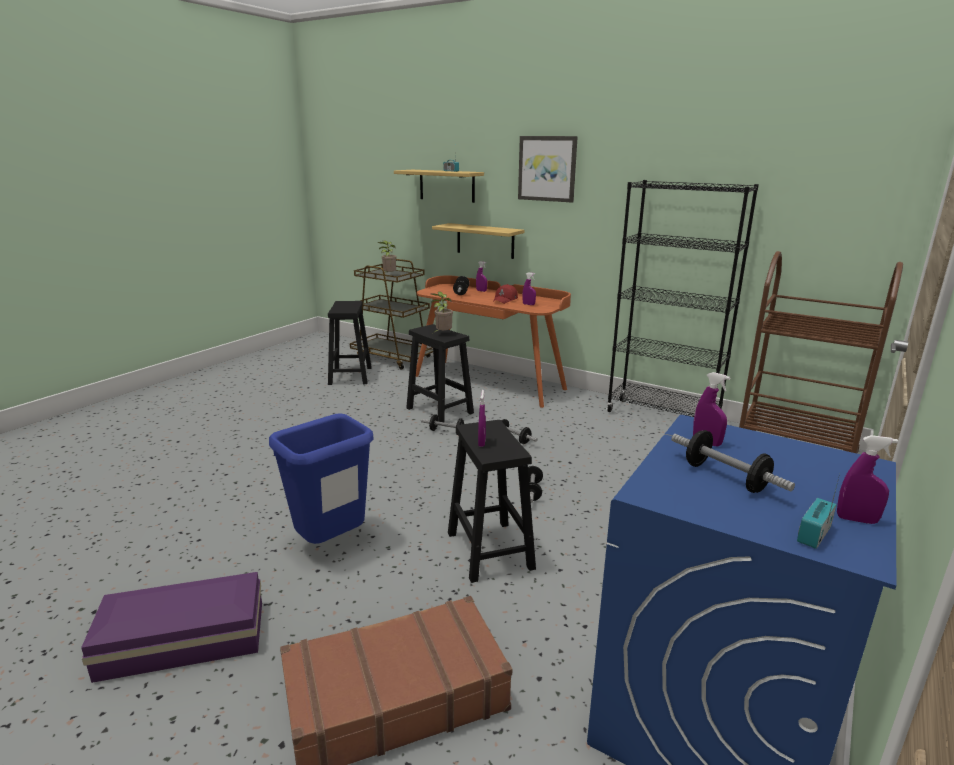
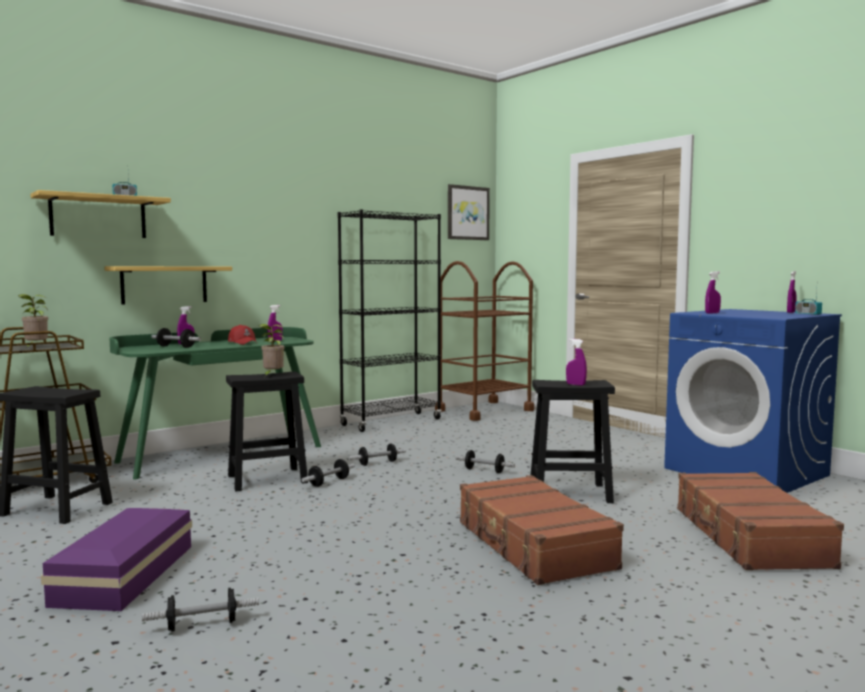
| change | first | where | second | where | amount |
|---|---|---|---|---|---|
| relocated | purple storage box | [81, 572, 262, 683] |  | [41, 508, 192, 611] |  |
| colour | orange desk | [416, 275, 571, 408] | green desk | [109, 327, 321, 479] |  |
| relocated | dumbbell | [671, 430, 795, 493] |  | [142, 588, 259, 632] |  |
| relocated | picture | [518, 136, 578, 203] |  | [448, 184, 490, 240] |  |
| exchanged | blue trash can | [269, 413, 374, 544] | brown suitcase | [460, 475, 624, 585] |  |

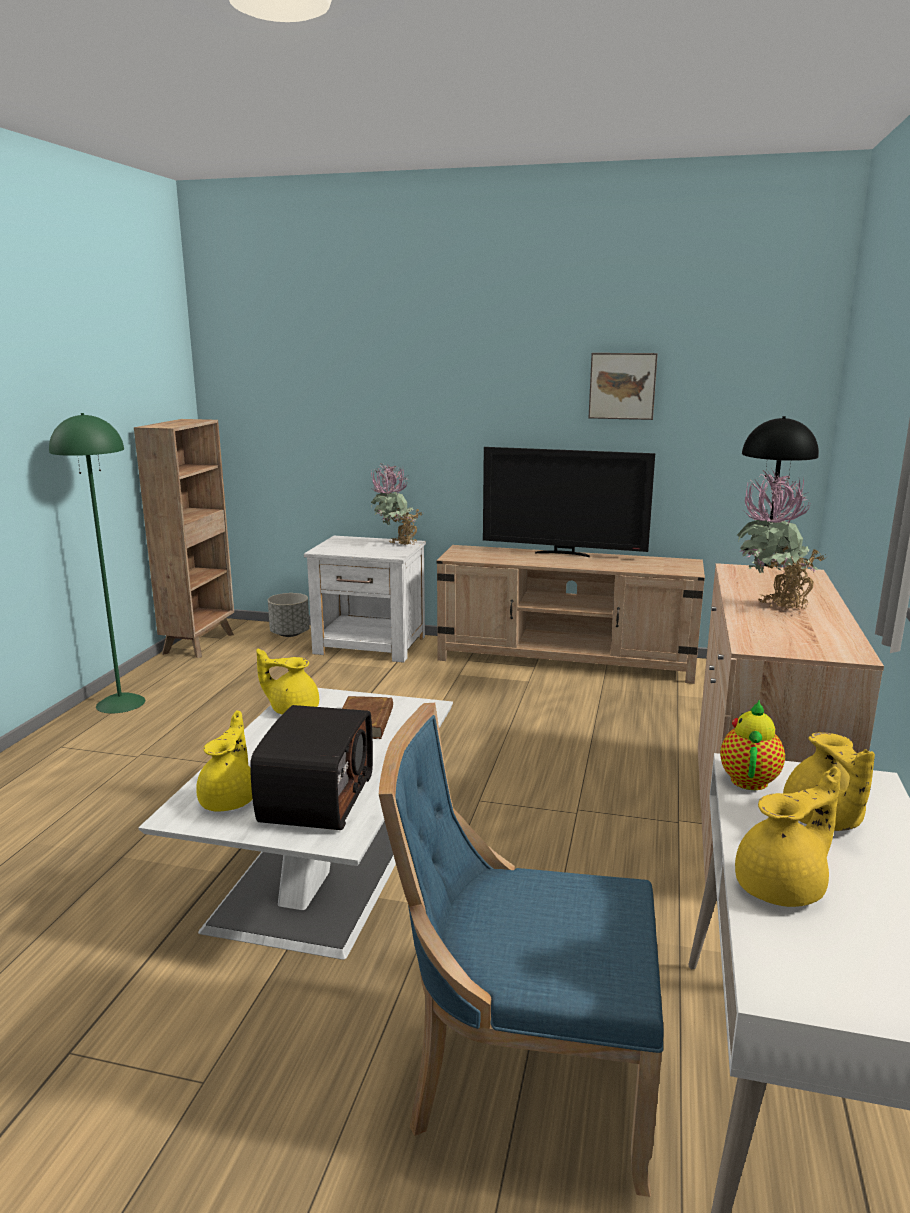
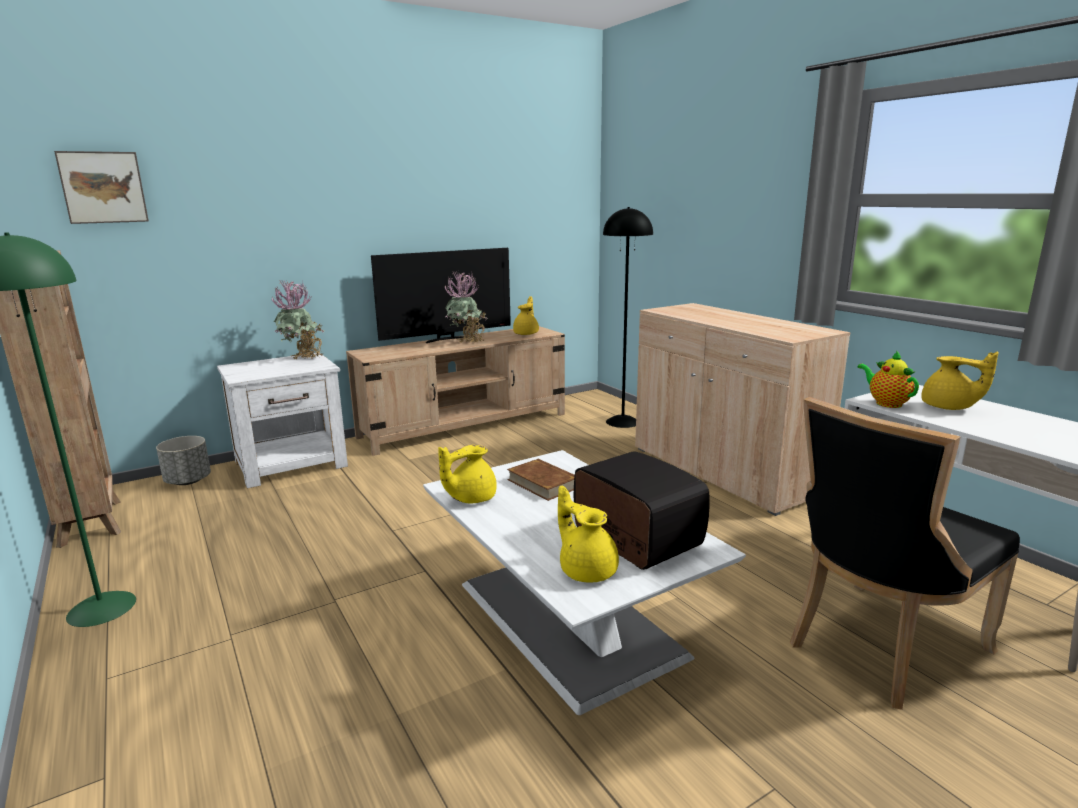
| change | first | where | second | where | amount |
|---|---|---|---|---|---|
| relocated | picture | [589, 353, 658, 420] |  | [54, 151, 149, 224] |  |
| relocated | potted plant | [737, 470, 826, 611] |  | [444, 271, 488, 343] |  |
| relocated | yellow teapot | [735, 766, 841, 907] |  | [513, 296, 539, 335] |  |
| colour | blue chair | [379, 703, 664, 1197] | black chair | [790, 397, 1020, 710] |  |

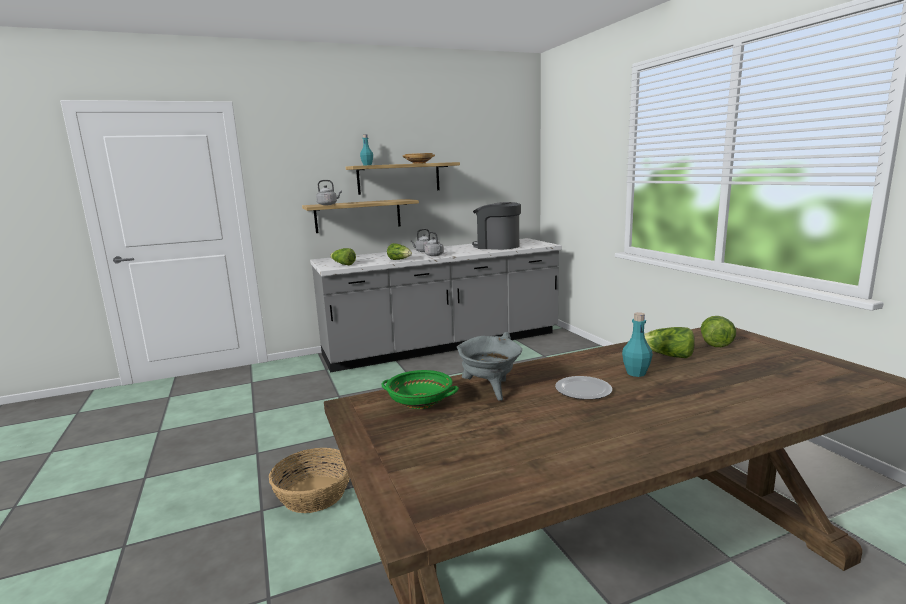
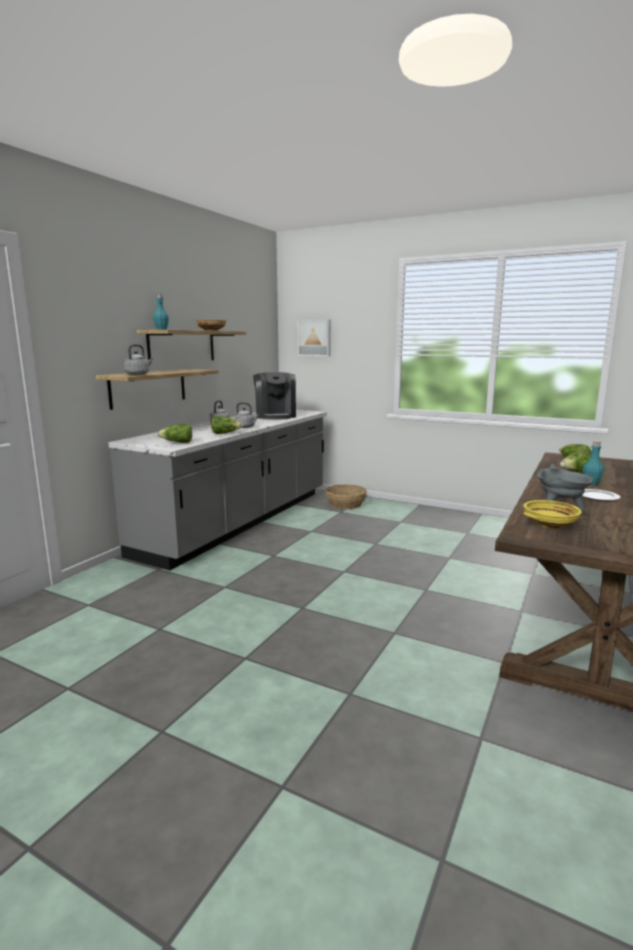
| change | first | where | second | where | amount |
|---|---|---|---|---|---|
| spun | coffee machine | [472, 202, 521, 250] |  | [253, 372, 296, 420] | 90 degrees counterclockwise |
| appeared |  |  | picture | [297, 319, 331, 356] |  |
| relocated | basket | [269, 448, 350, 513] |  | [325, 484, 367, 509] |  |
| colour | green bowl | [381, 370, 459, 409] | yellow bowl | [523, 500, 582, 529] |  |

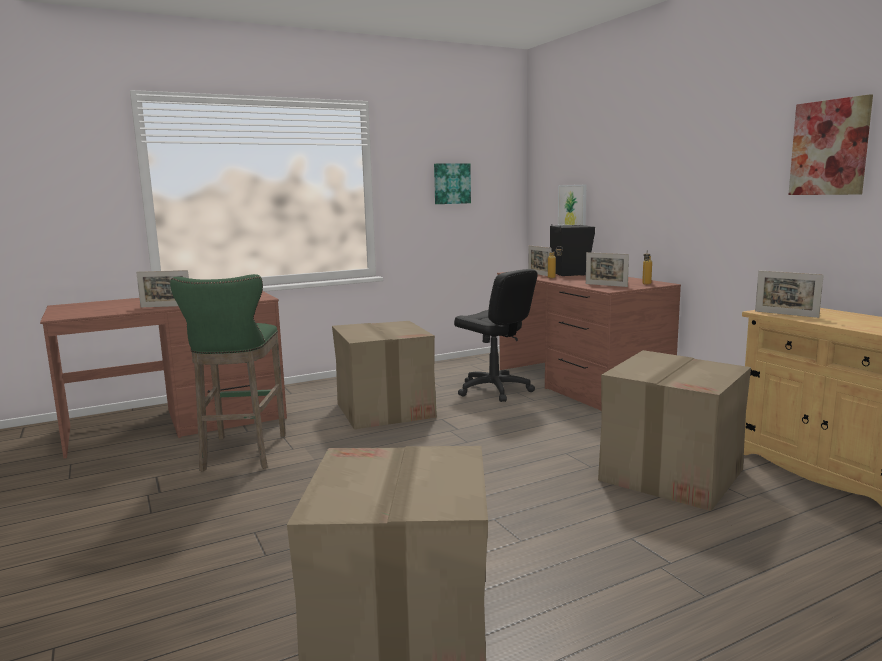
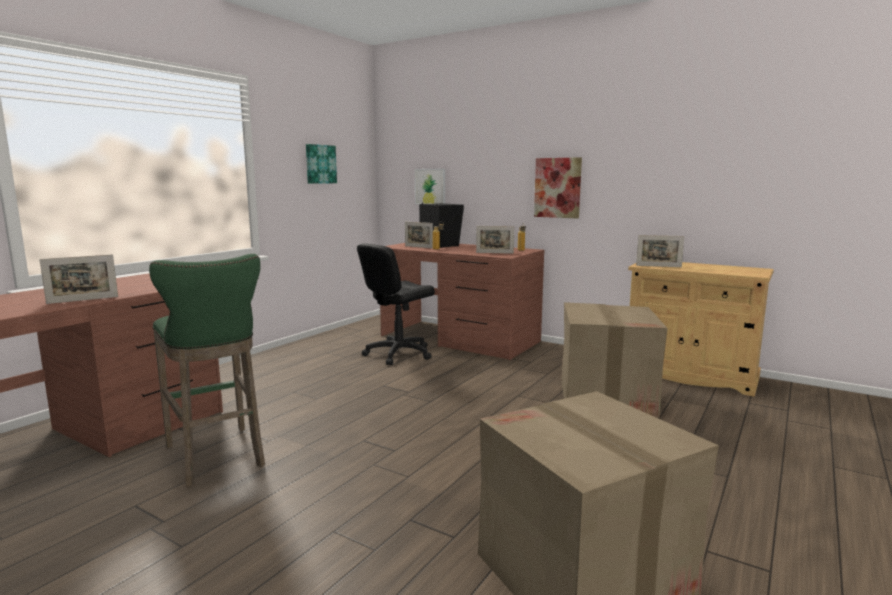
| change | first | where | second | where | amount |
|---|---|---|---|---|---|
| spun | black office chair | [454, 269, 538, 402] |  | [357, 243, 435, 365] | 120 degrees clockwise |
| relocated | picture | [788, 94, 873, 195] |  | [534, 157, 582, 218] |  |
| missing | cardboard box | [332, 321, 437, 429] |  |  |  |

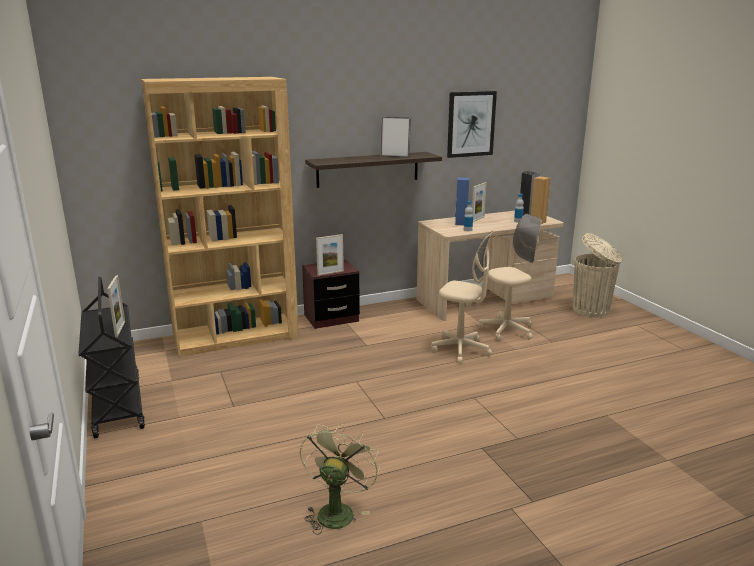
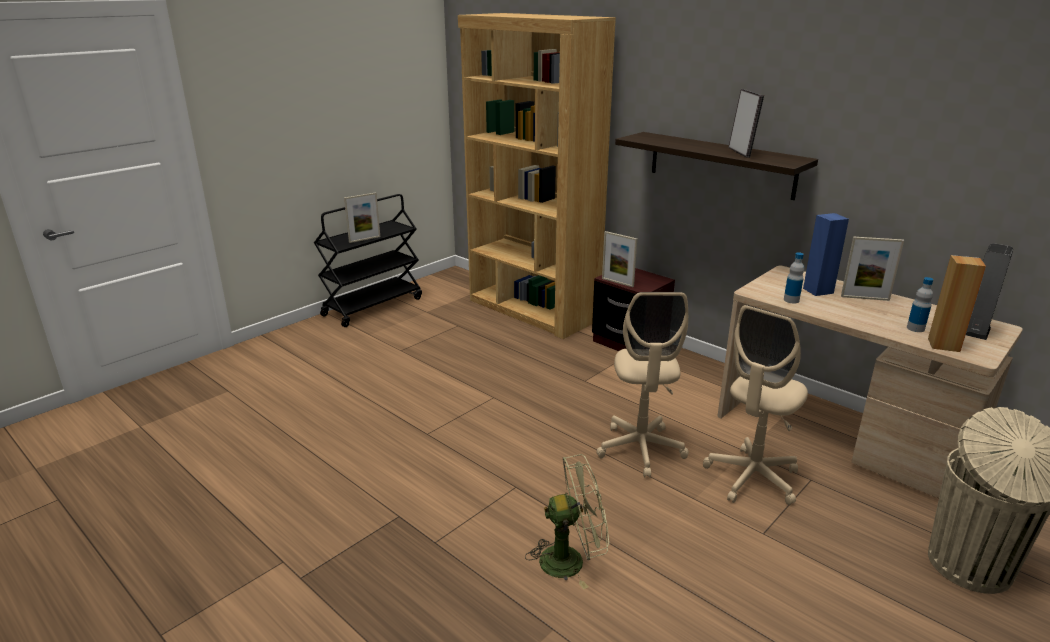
| change | first | where | second | where | amount |
|---|---|---|---|---|---|
| relocated | green fan | [300, 422, 380, 535] |  | [525, 454, 609, 589] |  |
| spun | beige office chair | [478, 214, 542, 341] |  | [703, 305, 808, 505] | 90 degrees clockwise |
| missing | picture | [447, 91, 497, 158] |  |  |  |

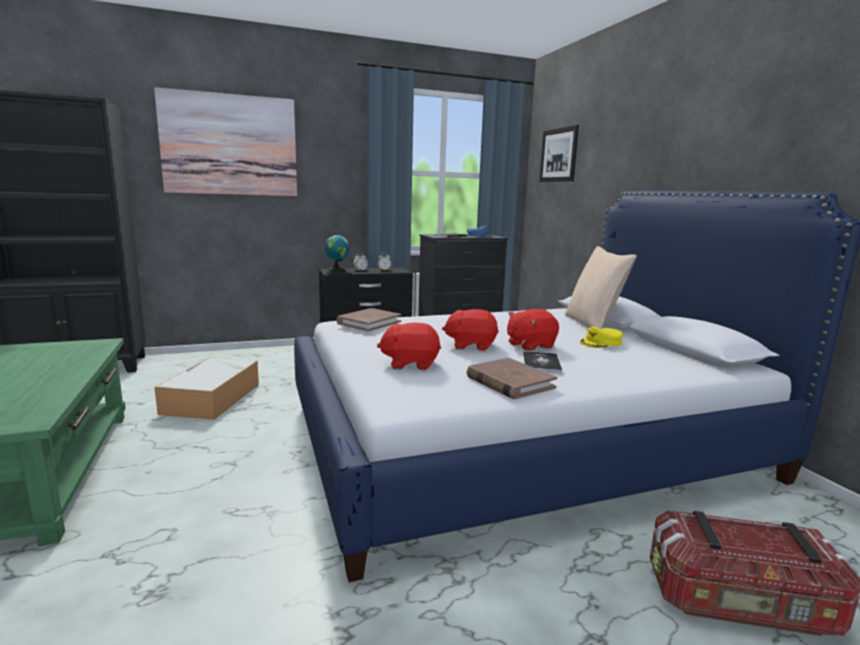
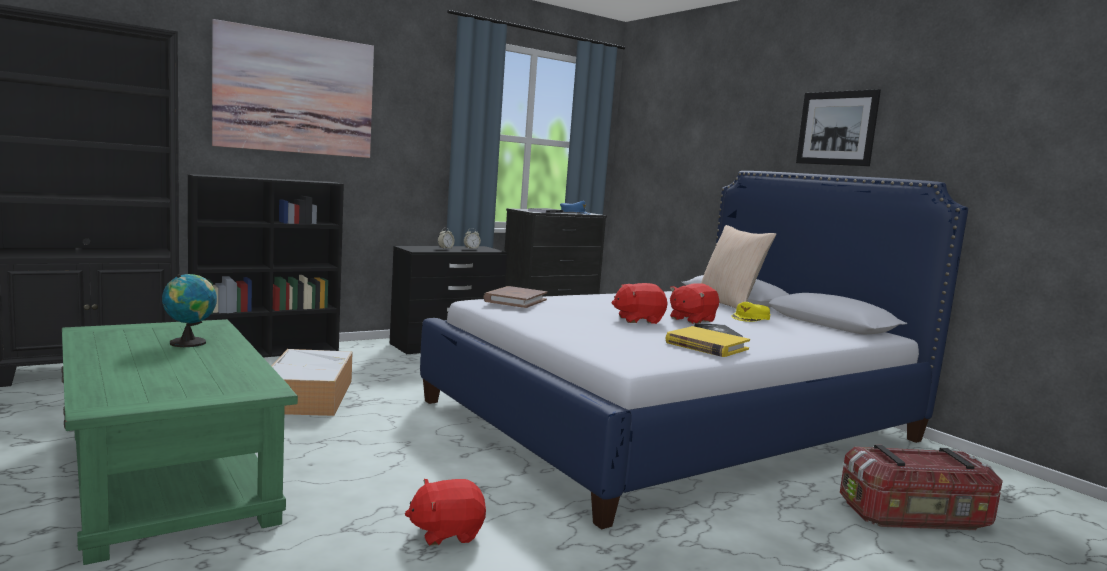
| change | first | where | second | where | amount |
|---|---|---|---|---|---|
| relocated | globe | [325, 235, 349, 272] |  | [162, 274, 217, 347] |  |
| appeared |  |  | black bookcase | [188, 174, 344, 357] |  |
| relocated | red plush toy | [377, 323, 441, 370] |  | [405, 479, 486, 546] |  |
| colour | brown book | [467, 358, 557, 399] | yellow book | [666, 326, 750, 357] |  |
| relocated | picture | [539, 125, 579, 182] |  | [796, 89, 881, 166] |  |

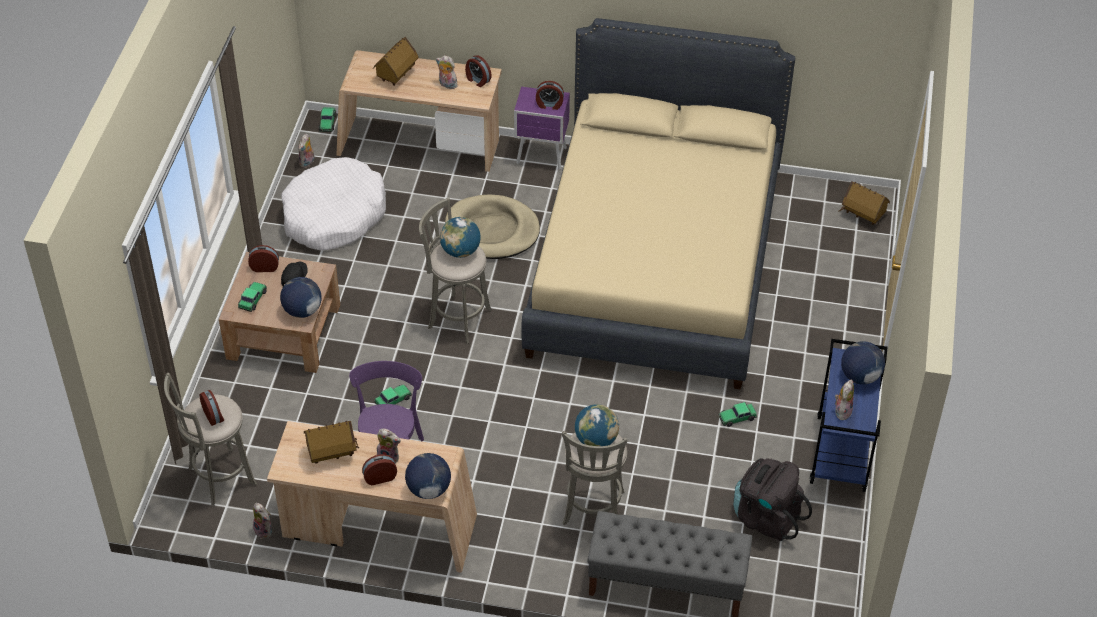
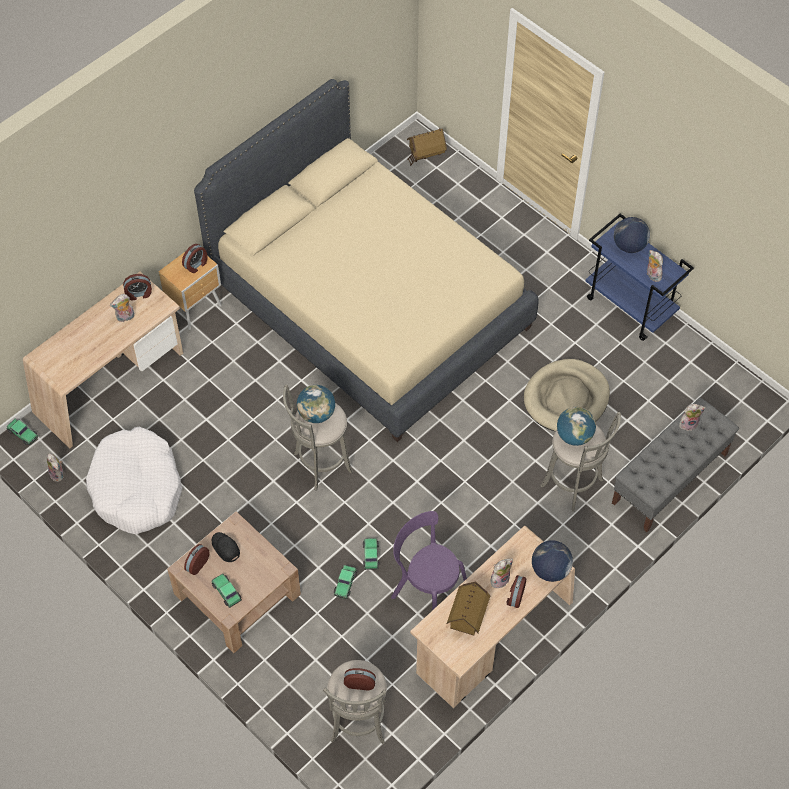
| change | first | where | second | where | amount |
|---|---|---|---|---|---|
| colour | purple nightstand | [514, 87, 570, 170] | brown nightstand | [158, 251, 222, 330] |  |
| relocated | toy car | [719, 402, 757, 427] |  | [333, 565, 357, 599] |  |
| relocated | beige dog bed | [445, 194, 540, 259] |  | [524, 359, 610, 431] |  |
| relocated | plush toy | [253, 503, 272, 539] |  | [679, 404, 706, 432] |  |
| missing | globe | [280, 277, 322, 318] |  |  |  |
| missing | toy house | [373, 37, 419, 86] |  |  |  |
| missing | black backpack | [733, 458, 812, 541] |  |  |  |

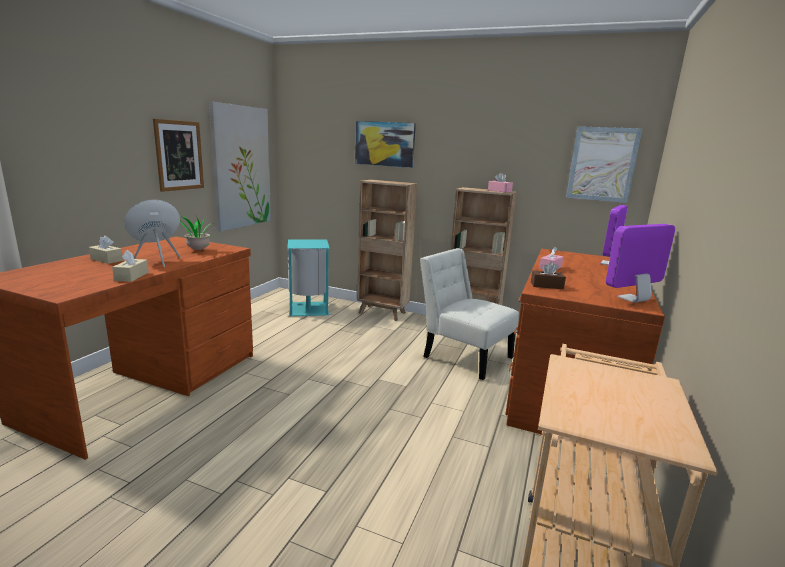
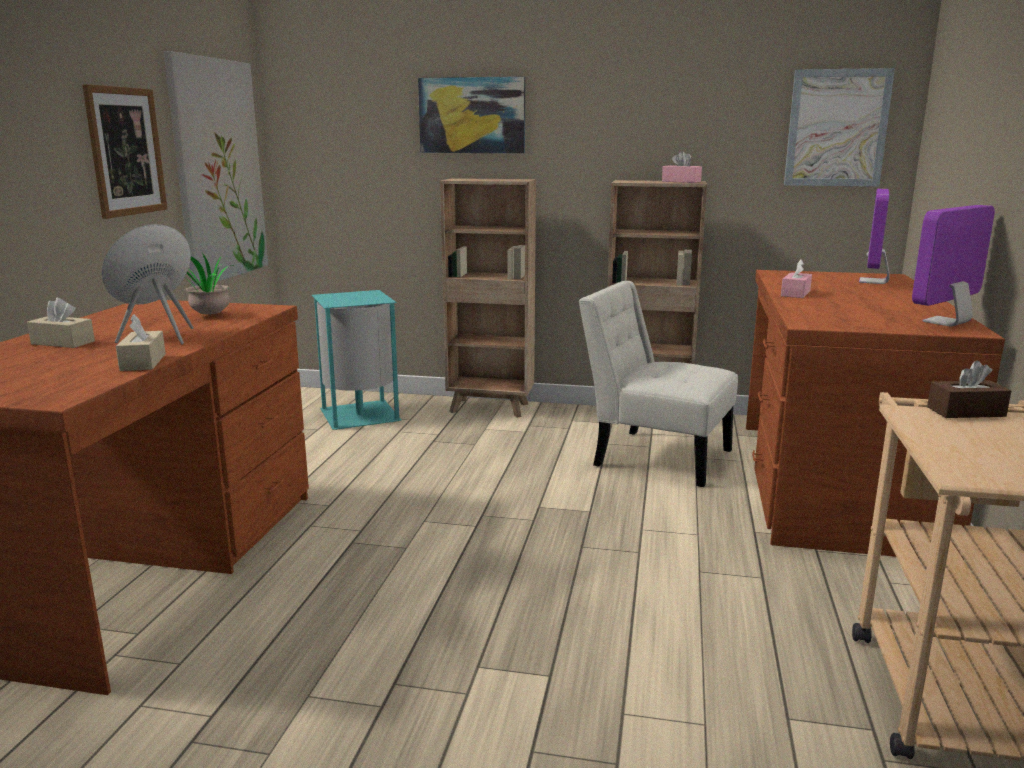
| change | first | where | second | where | amount |
|---|---|---|---|---|---|
| relocated | brown tissue box | [531, 262, 566, 289] |  | [927, 361, 1011, 418] |  |

